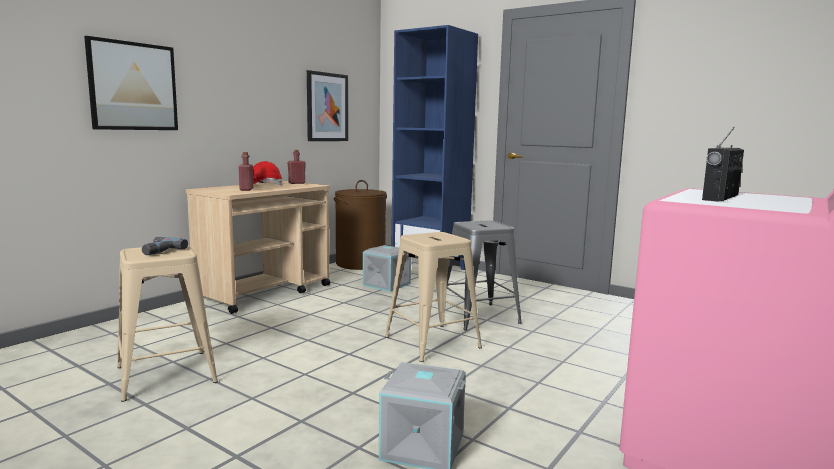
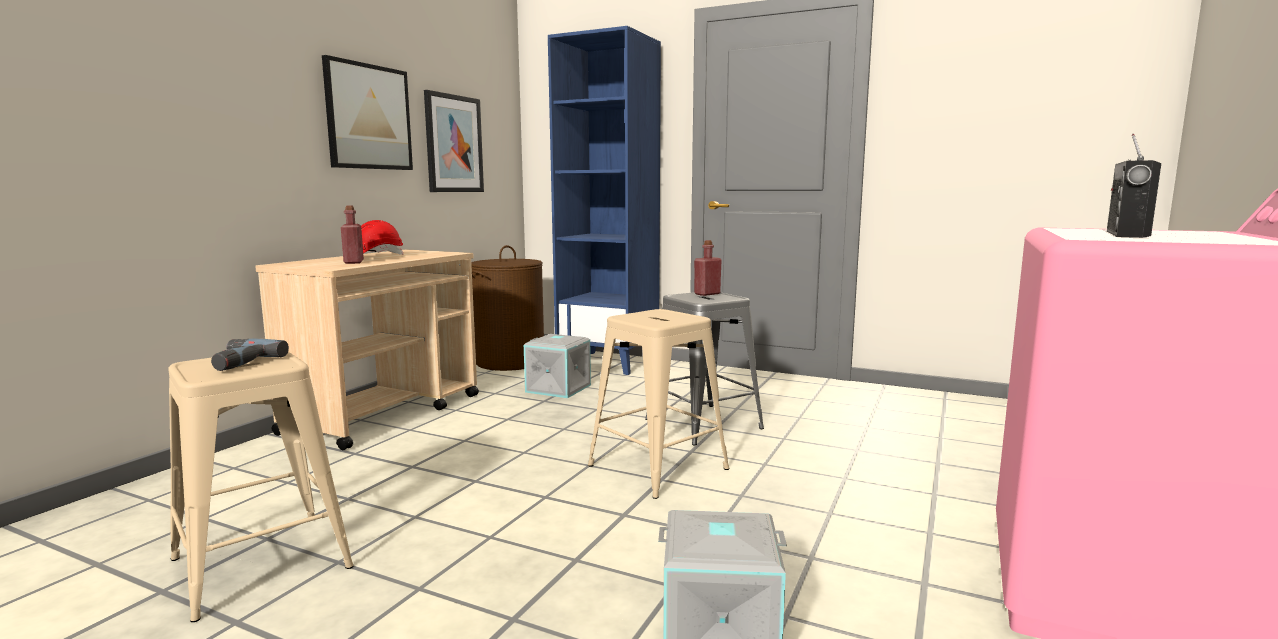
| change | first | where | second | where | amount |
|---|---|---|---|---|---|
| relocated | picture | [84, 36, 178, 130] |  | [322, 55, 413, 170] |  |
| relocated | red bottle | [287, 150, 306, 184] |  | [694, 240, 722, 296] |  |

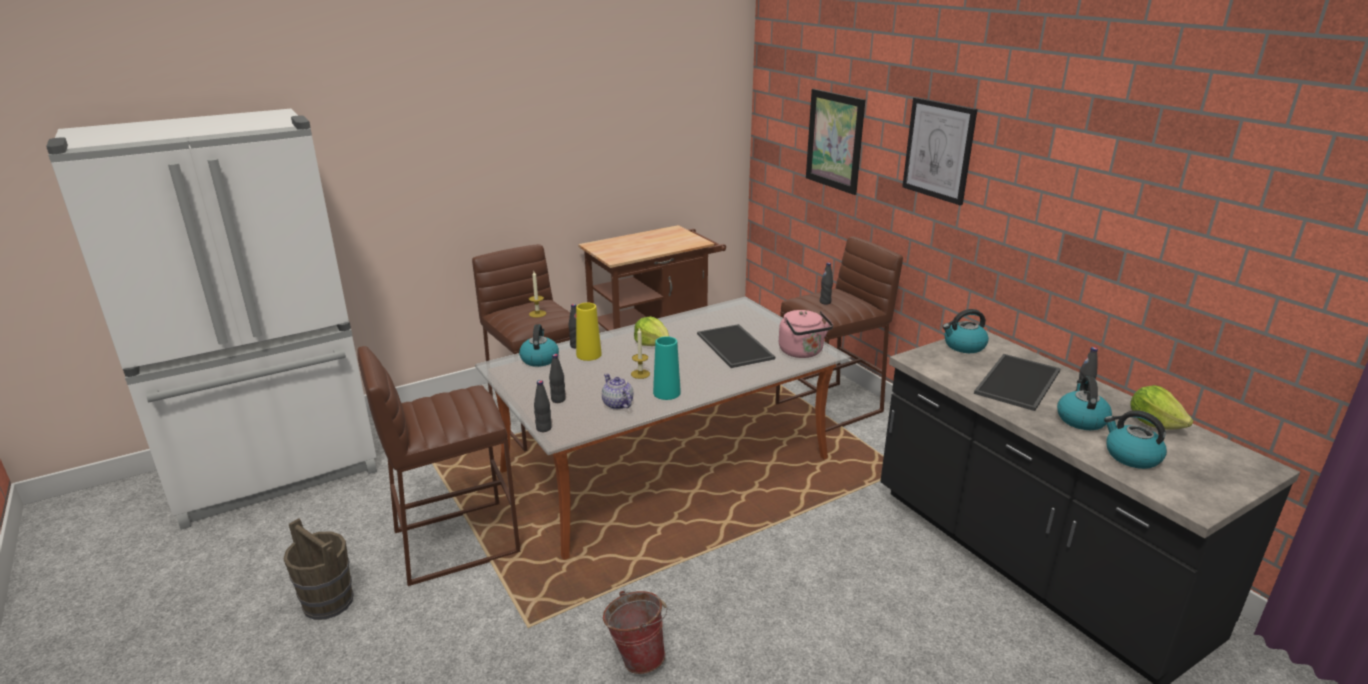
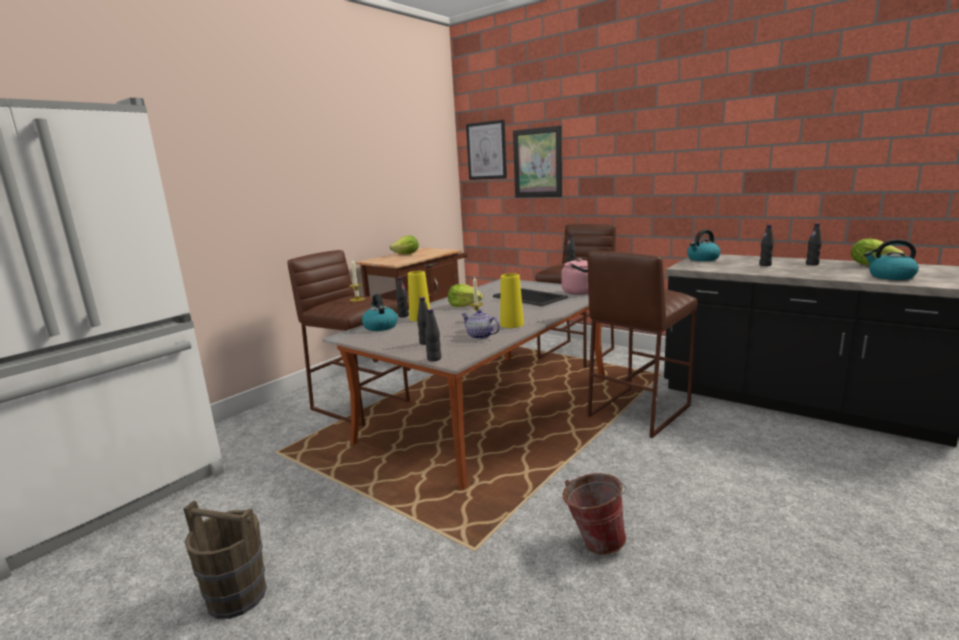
| change | first | where | second | where | amount |
|---|---|---|---|---|---|
| appeared |  |  | lettuce | [390, 236, 419, 254] |  |
| relocated | picture | [902, 97, 978, 205] |  | [466, 120, 507, 180] |  |
| colour | turquoise vase | [653, 336, 681, 400] | yellow vase | [500, 273, 524, 328] |  |
| relocated | brown stool | [358, 346, 520, 586] |  | [587, 251, 697, 438] |  |
| exchanged | tray | [974, 354, 1061, 411] | black bottle | [759, 225, 774, 266] |  |
| missing | kettle | [1057, 376, 1112, 430] |  |  |  |

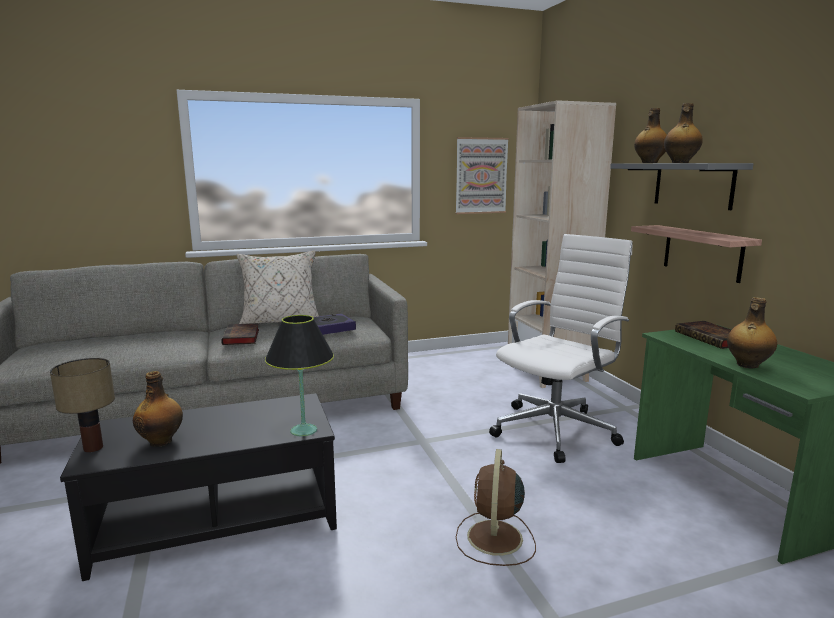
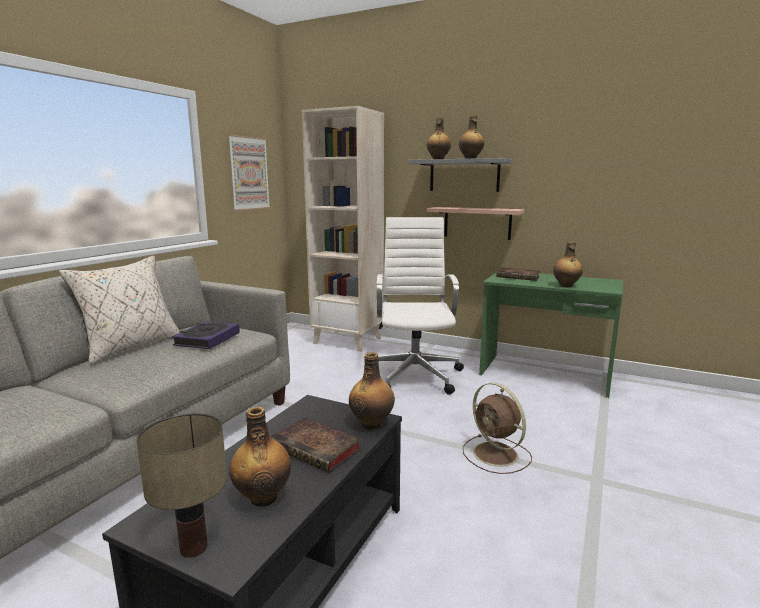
| change | first | where | second | where | amount |
|---|---|---|---|---|---|
| relocated | book | [221, 323, 259, 345] |  | [270, 417, 362, 473] |  |
| exchanged | black table lamp | [265, 315, 334, 436] | bottle | [349, 352, 395, 429] |  |

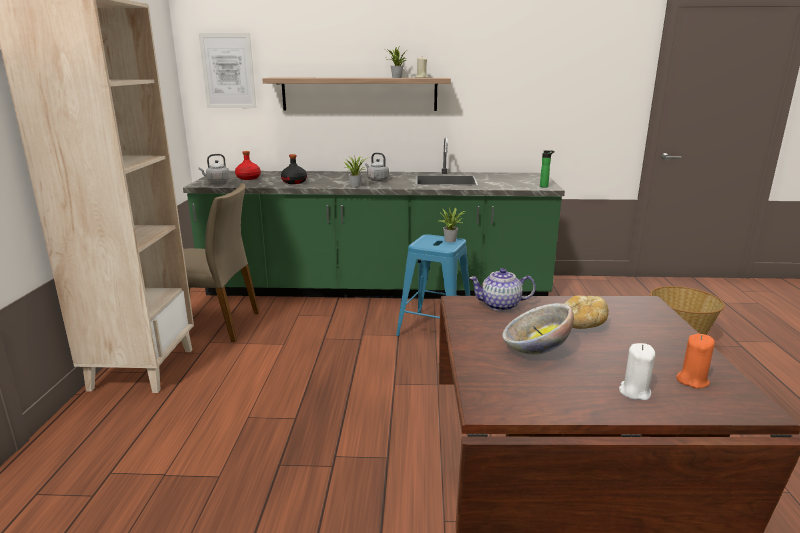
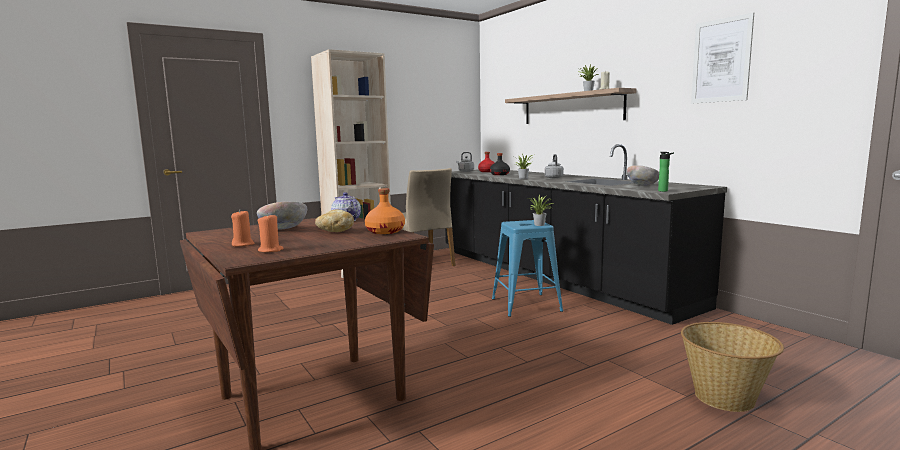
| change | first | where | second | where | amount |
|---|---|---|---|---|---|
| colour | white candle | [619, 343, 655, 400] | orange candle | [231, 210, 255, 246] |  |
| appeared |  |  | orange bottle | [365, 188, 405, 234] |  |
| colour | green counter | [183, 138, 565, 299] | black counter | [445, 144, 727, 325] |  |
| appeared |  |  | bowl | [627, 165, 659, 186] |  |
| relocated | picture | [199, 33, 256, 108] |  | [691, 12, 754, 104] |  |

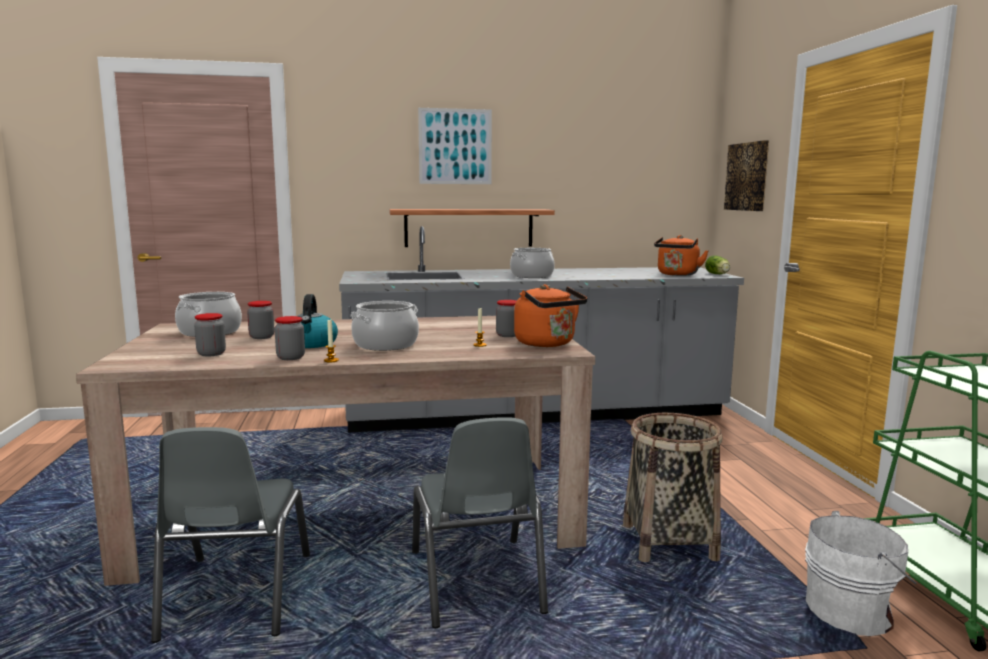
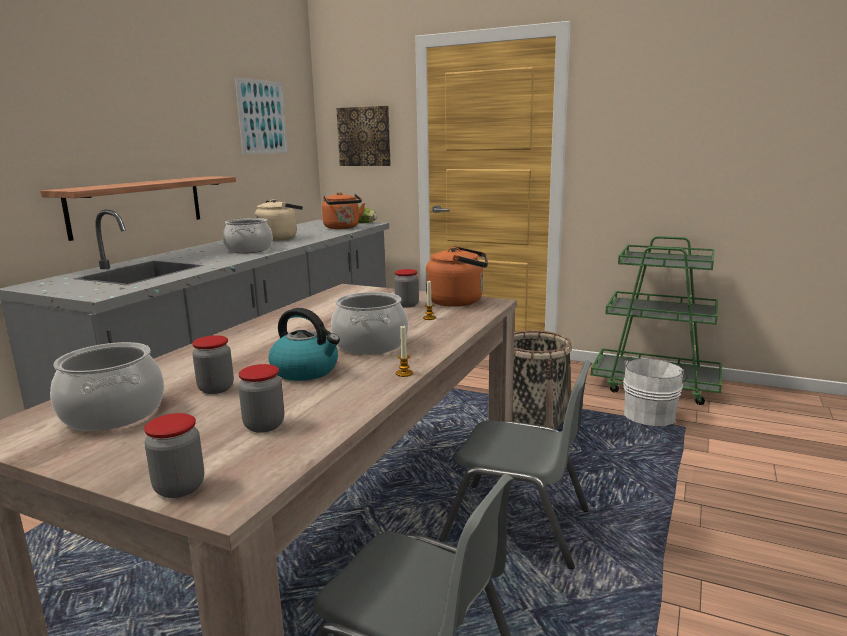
| change | first | where | second | where | amount |
|---|---|---|---|---|---|
| relocated | jar | [275, 316, 305, 360] |  | [144, 413, 204, 498] |  |
| relocated | picture | [418, 108, 492, 184] |  | [235, 77, 288, 155] |  |
| appeared |  |  | beige kettle | [254, 199, 303, 241] |  |

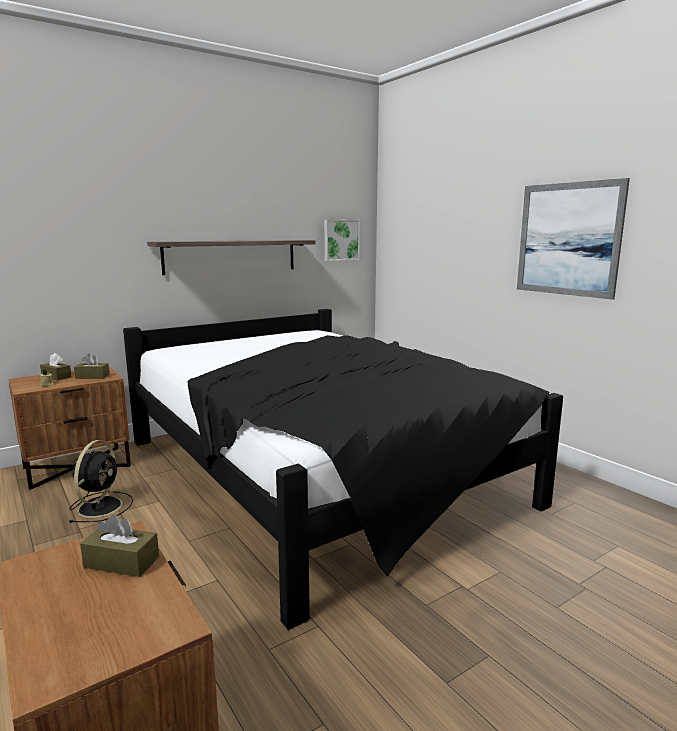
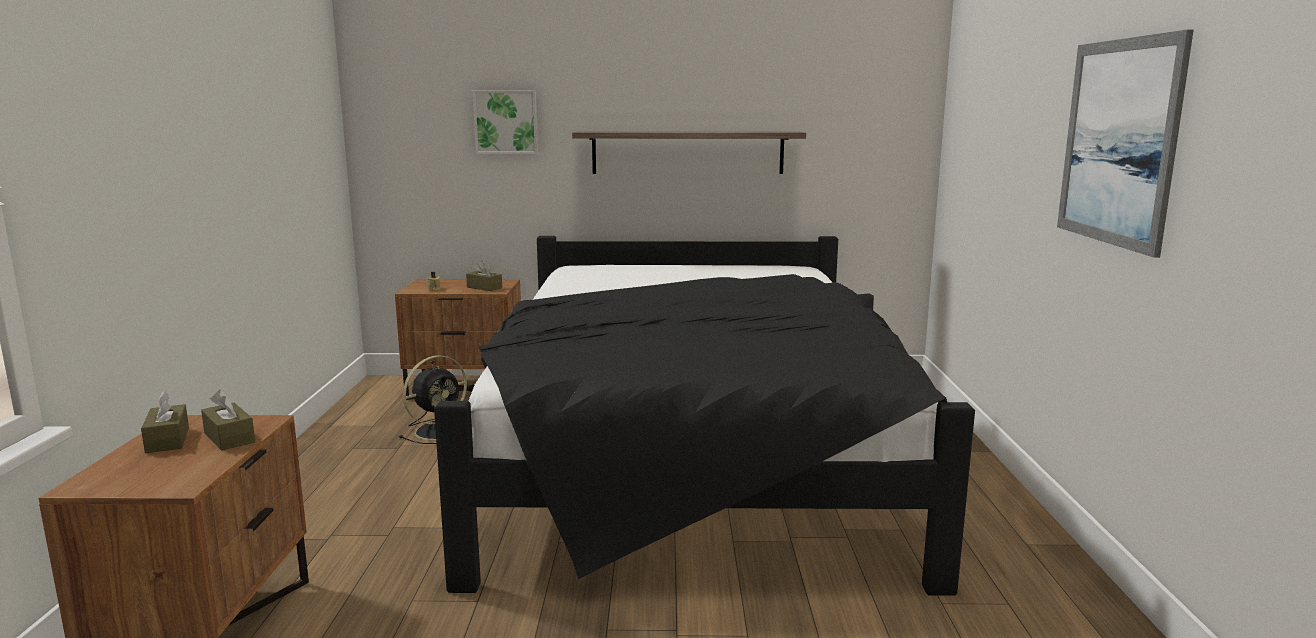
| change | first | where | second | where | amount |
|---|---|---|---|---|---|
| relocated | brown tissue box | [40, 353, 72, 381] |  | [141, 391, 189, 453] |  |
| relocated | picture | [324, 219, 360, 261] |  | [473, 90, 538, 154] |  |

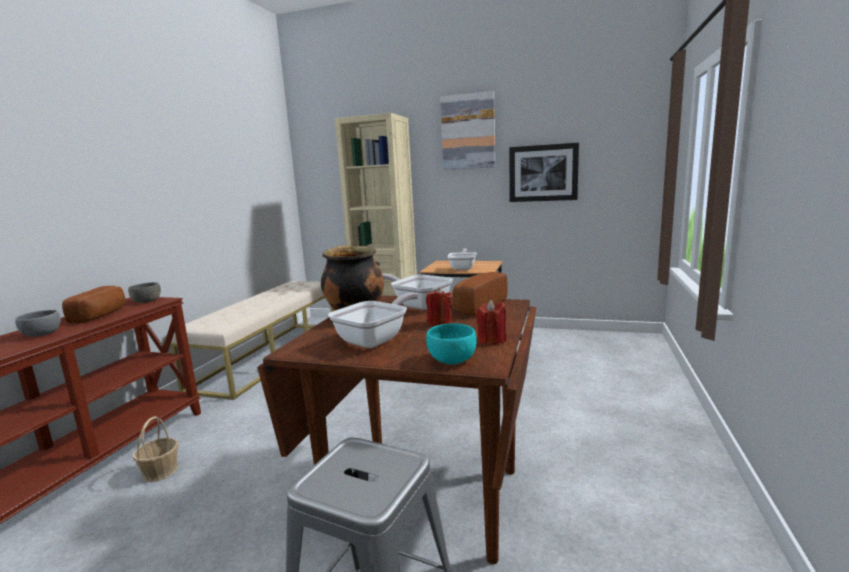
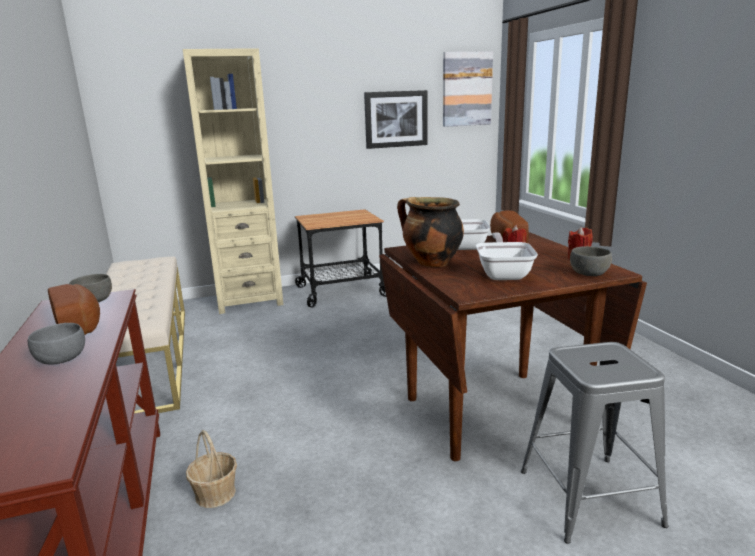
| change | first | where | second | where | amount |
|---|---|---|---|---|---|
| relocated | picture | [440, 91, 495, 170] |  | [443, 51, 493, 127] |  |
| colour | turquoise bowl | [426, 323, 476, 364] | grey bowl | [570, 246, 612, 276] |  |
| missing | frying pan | [447, 249, 477, 270] |  |  |  |

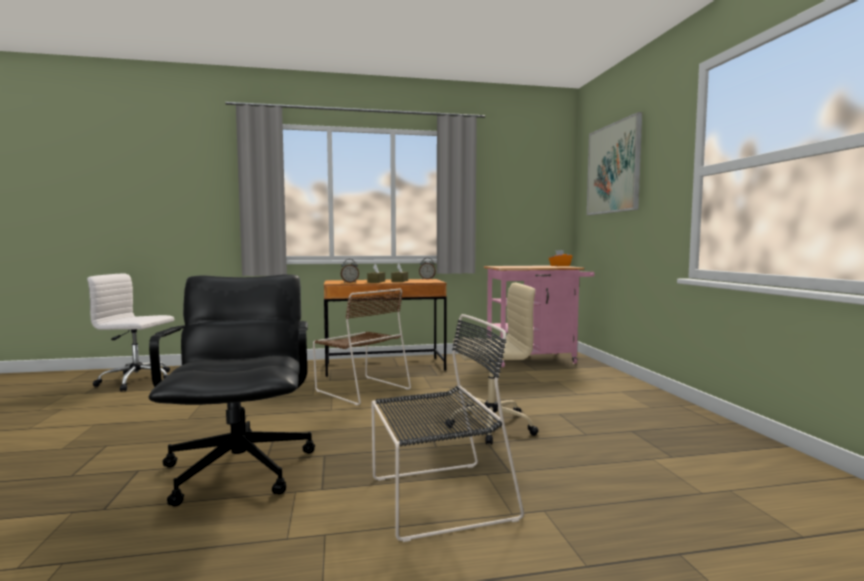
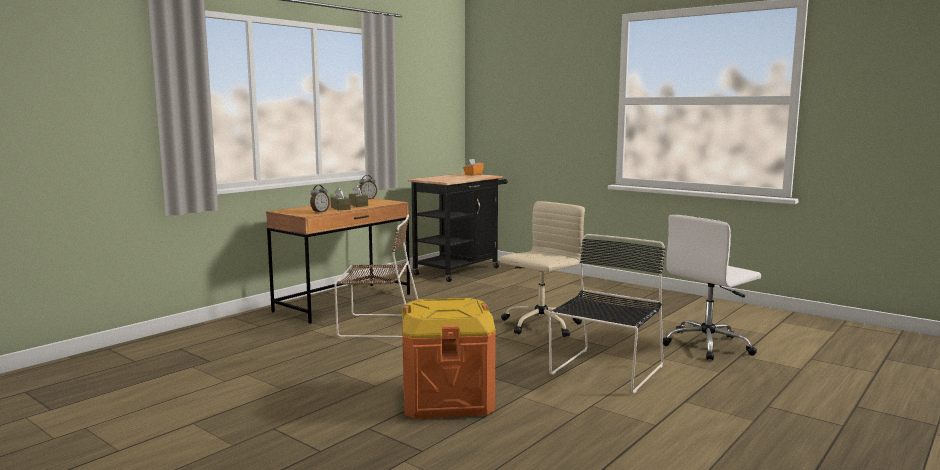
| change | first | where | second | where | amount |
|---|---|---|---|---|---|
| exchanged | black office chair | [149, 274, 315, 507] | orange storage box | [402, 298, 496, 419] |  |
| colour | pink cart | [484, 265, 595, 367] | black cart | [408, 173, 508, 282] |  |
| relocated | white office chair | [87, 273, 175, 391] |  | [663, 215, 761, 360] |  |
| missing | picture | [587, 112, 642, 215] |  |  |  |

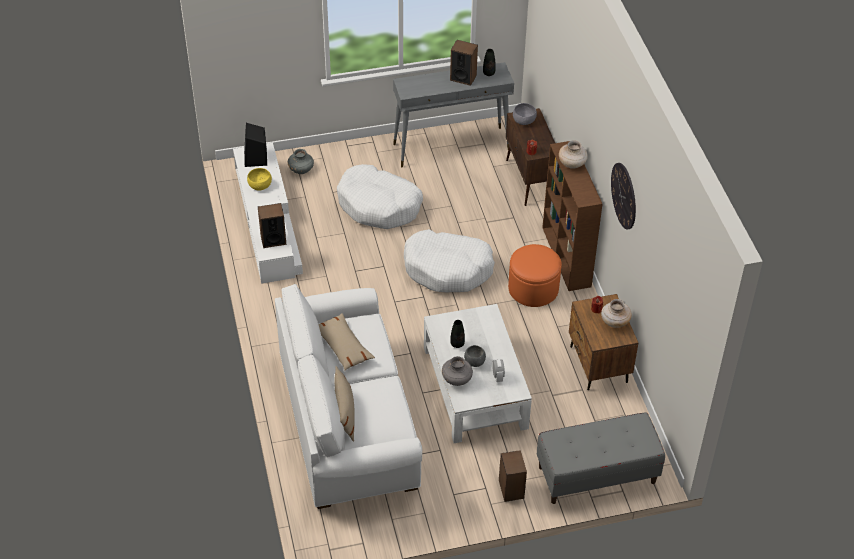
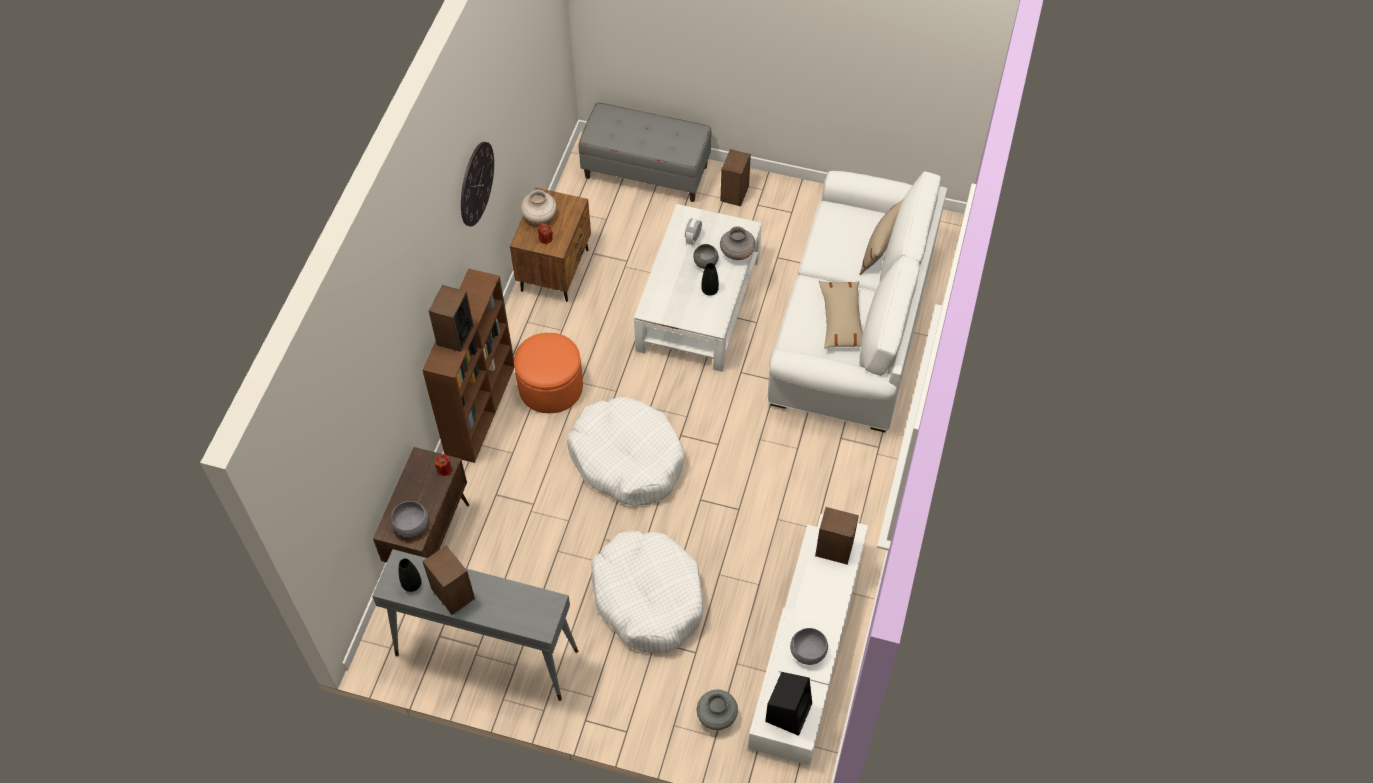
| change | first | where | second | where | amount |
|---|---|---|---|---|---|
| exchanged | beige vase | [559, 140, 588, 169] | speaker | [429, 285, 474, 352] |  |
| colour | yellow bowl | [247, 168, 272, 190] | grey bowl | [790, 628, 828, 665] |  |

